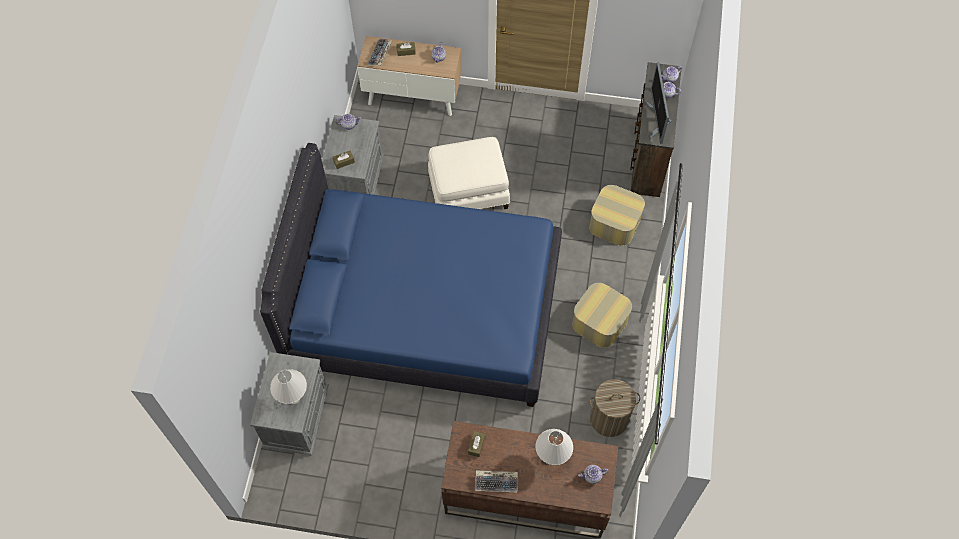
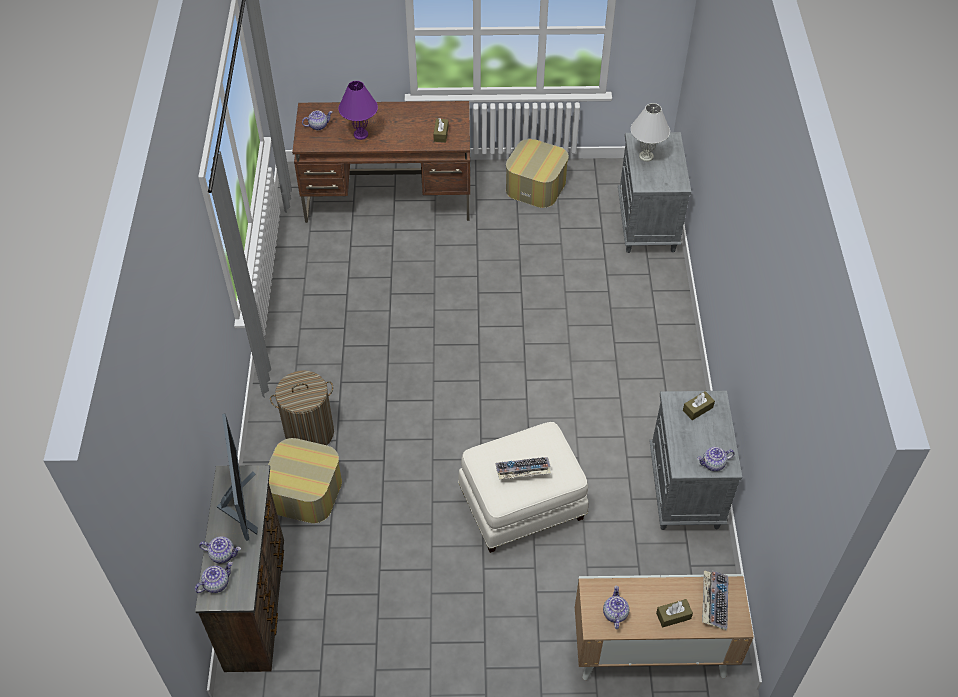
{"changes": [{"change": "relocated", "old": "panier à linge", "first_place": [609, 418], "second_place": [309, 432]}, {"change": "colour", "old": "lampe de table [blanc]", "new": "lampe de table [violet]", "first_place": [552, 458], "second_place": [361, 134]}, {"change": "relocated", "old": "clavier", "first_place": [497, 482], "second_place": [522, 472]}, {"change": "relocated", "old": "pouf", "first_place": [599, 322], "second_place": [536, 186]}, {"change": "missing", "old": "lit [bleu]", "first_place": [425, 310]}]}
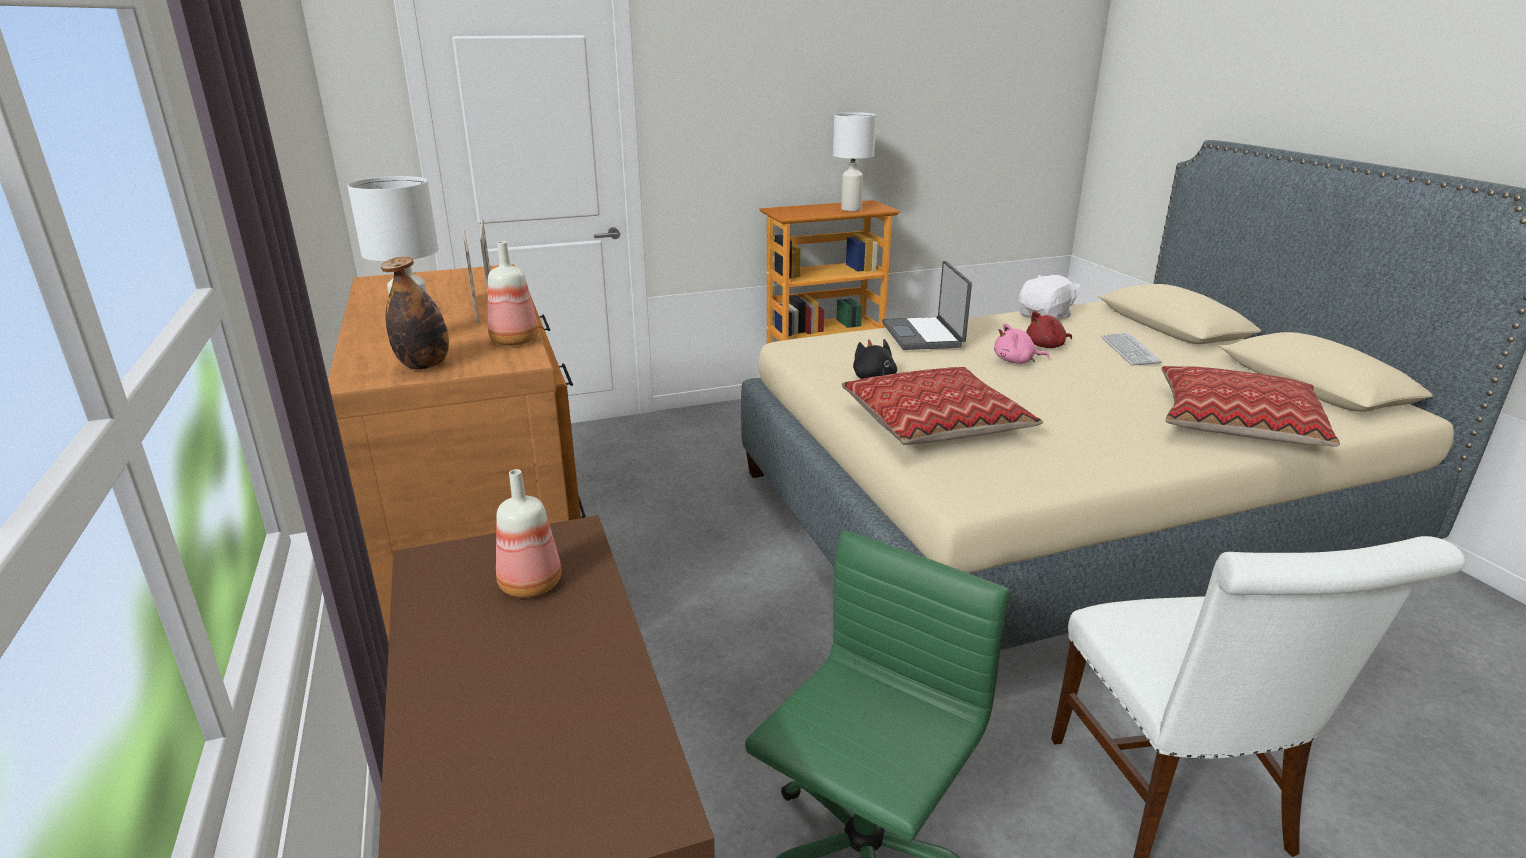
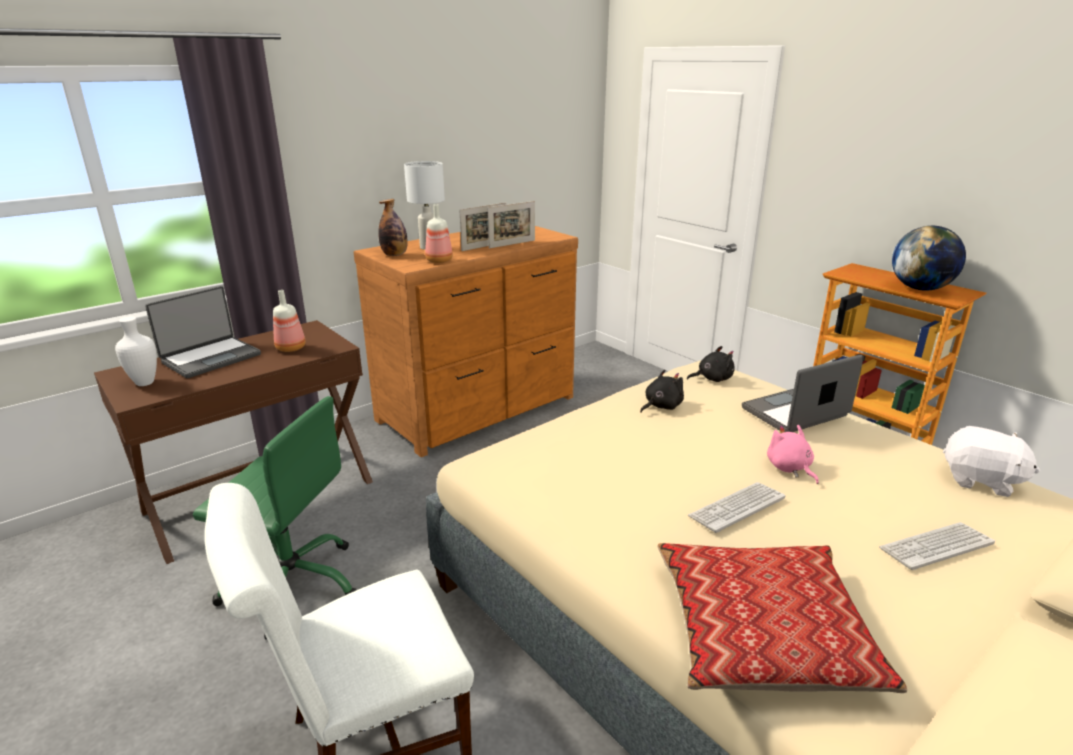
{"changes": [{"change": "appeared", "new": "vase [blanc]", "second_place": [146, 383]}, {"change": "appeared", "new": "ordinateur portable", "second_place": [210, 358]}, {"change": "appeared", "new": "peluche [noir]", "second_place": [712, 379]}, {"change": "appeared", "new": "clavier", "second_place": [737, 507]}, {"change": "exchanged", "old": "lampe de table [blanc]", "new": "globe", "first_place": [850, 209], "second_place": [920, 288]}, {"change": "missing", "old": "coussin", "first_place": [935, 423]}, {"change": "missing", "old": "peluche [rouge]", "first_place": [1047, 346]}]}
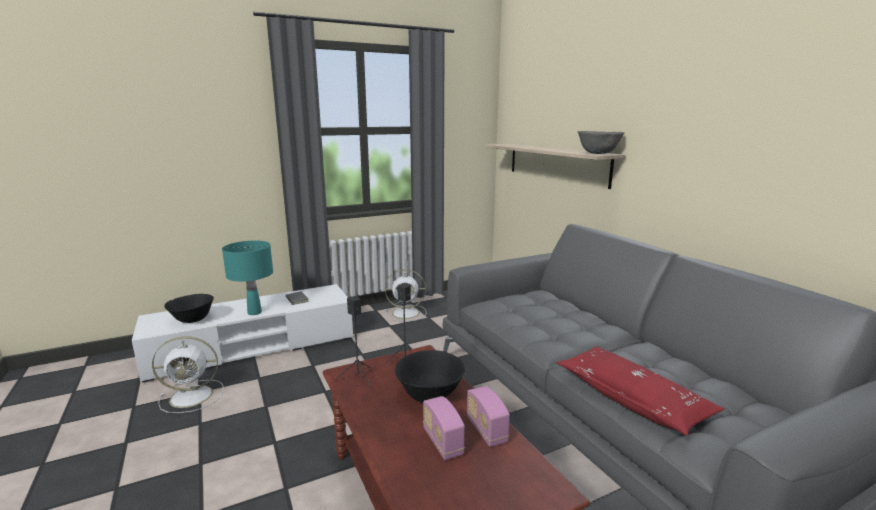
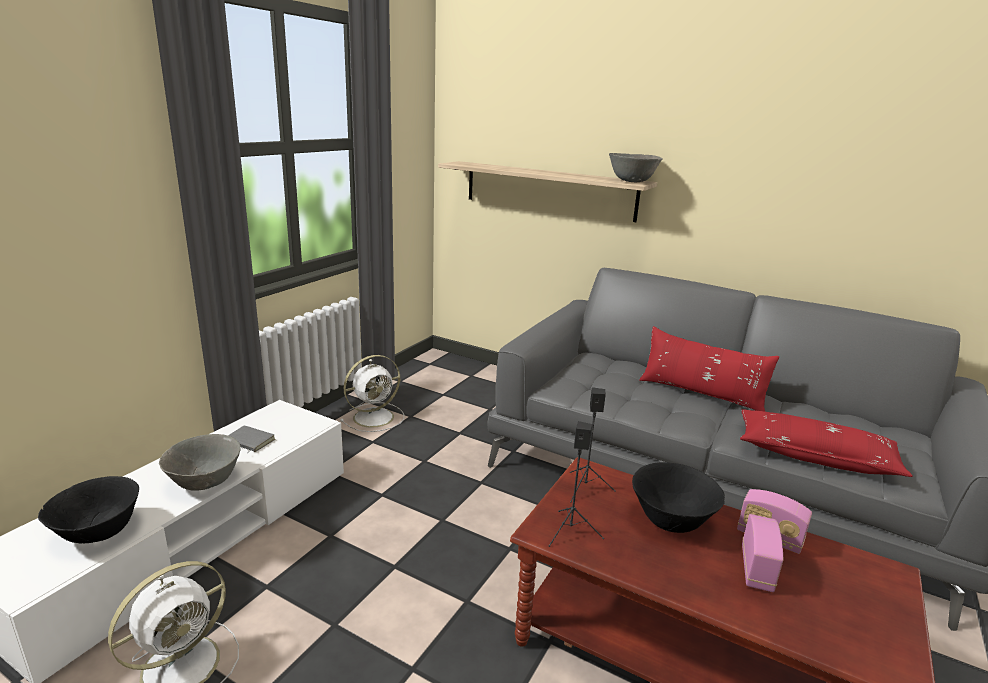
{"changes": [{"change": "exchanged", "old": "lampe de table [turquoise]", "new": "bol [gris]", "first_place": [254, 312], "second_place": [206, 483]}, {"change": "appeared", "new": "coussin [rouge]", "second_place": [701, 393]}, {"change": "spun", "old": "radio", "first_place": [442, 442], "second_place": [756, 569], "degrees": -105}]}
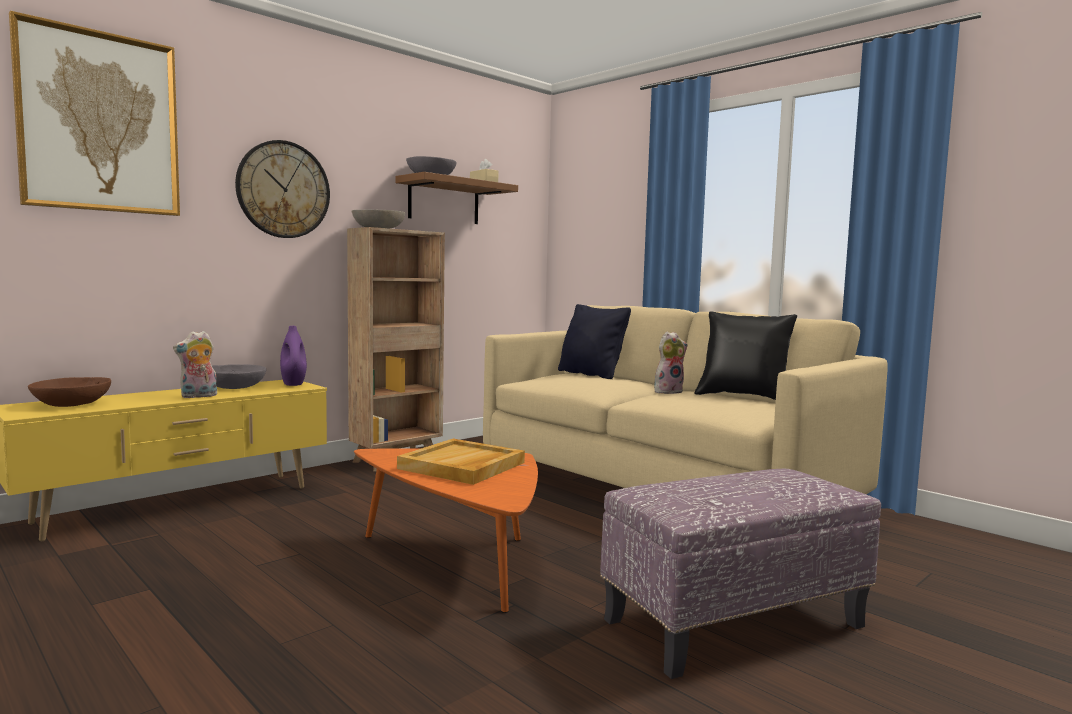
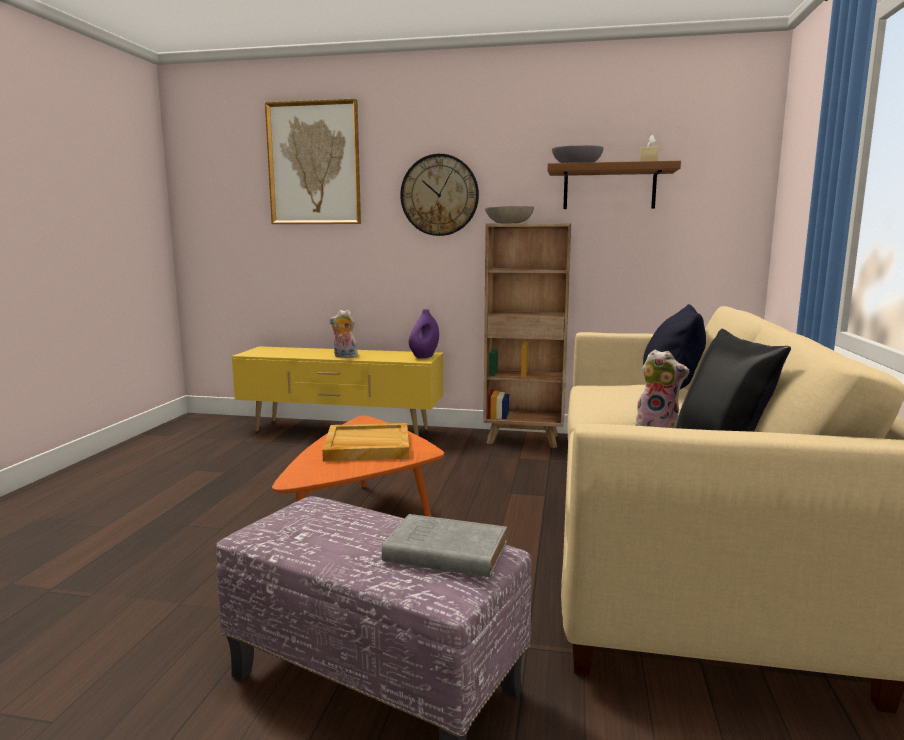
{"changes": [{"change": "appeared", "new": "livre [gris]", "second_place": [443, 552]}, {"change": "missing", "old": "bol [marron]", "first_place": [71, 404]}, {"change": "missing", "old": "bol [gris]", "first_place": [234, 387]}]}
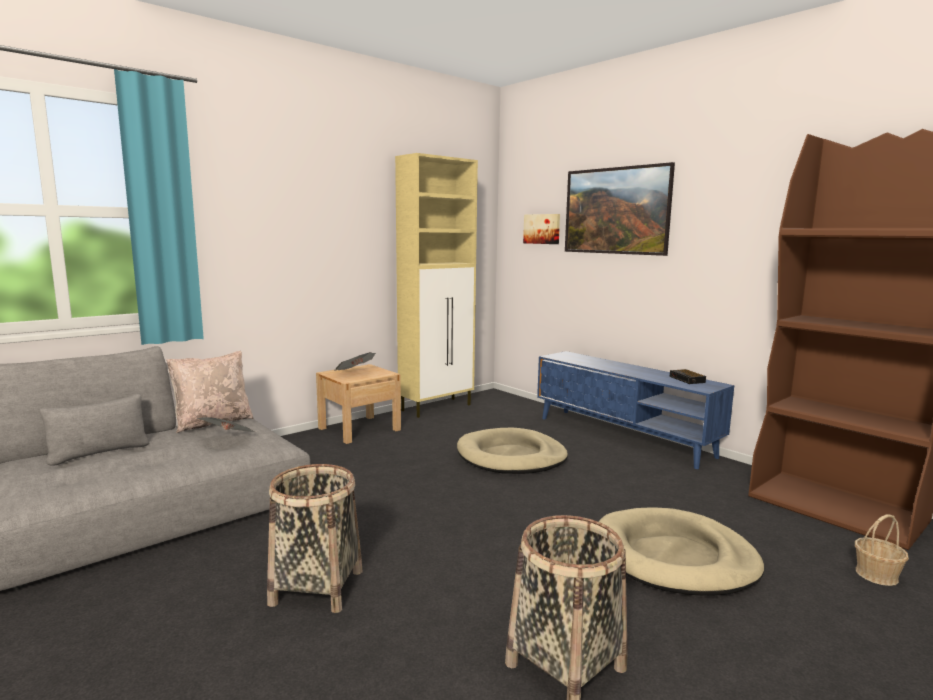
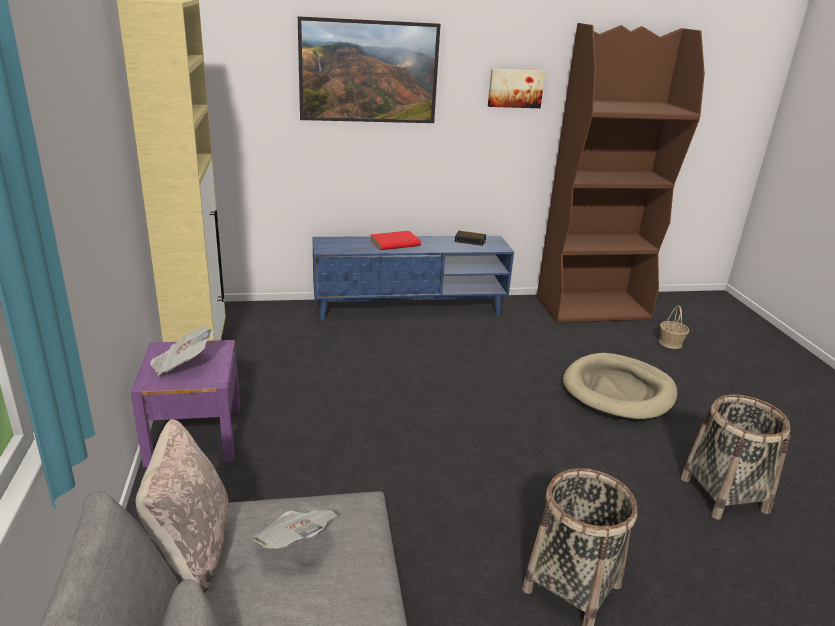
{"changes": [{"change": "colour", "old": "table de chevet [beige]", "new": "table de chevet [violet]", "first_place": [359, 429], "second_place": [194, 435]}, {"change": "appeared", "new": "livre [rouge]", "second_place": [394, 243]}, {"change": "relocated", "old": "tableau", "first_place": [542, 229], "second_place": [515, 88]}, {"change": "missing", "old": "panier pour chien [beige]", "first_place": [511, 456]}]}
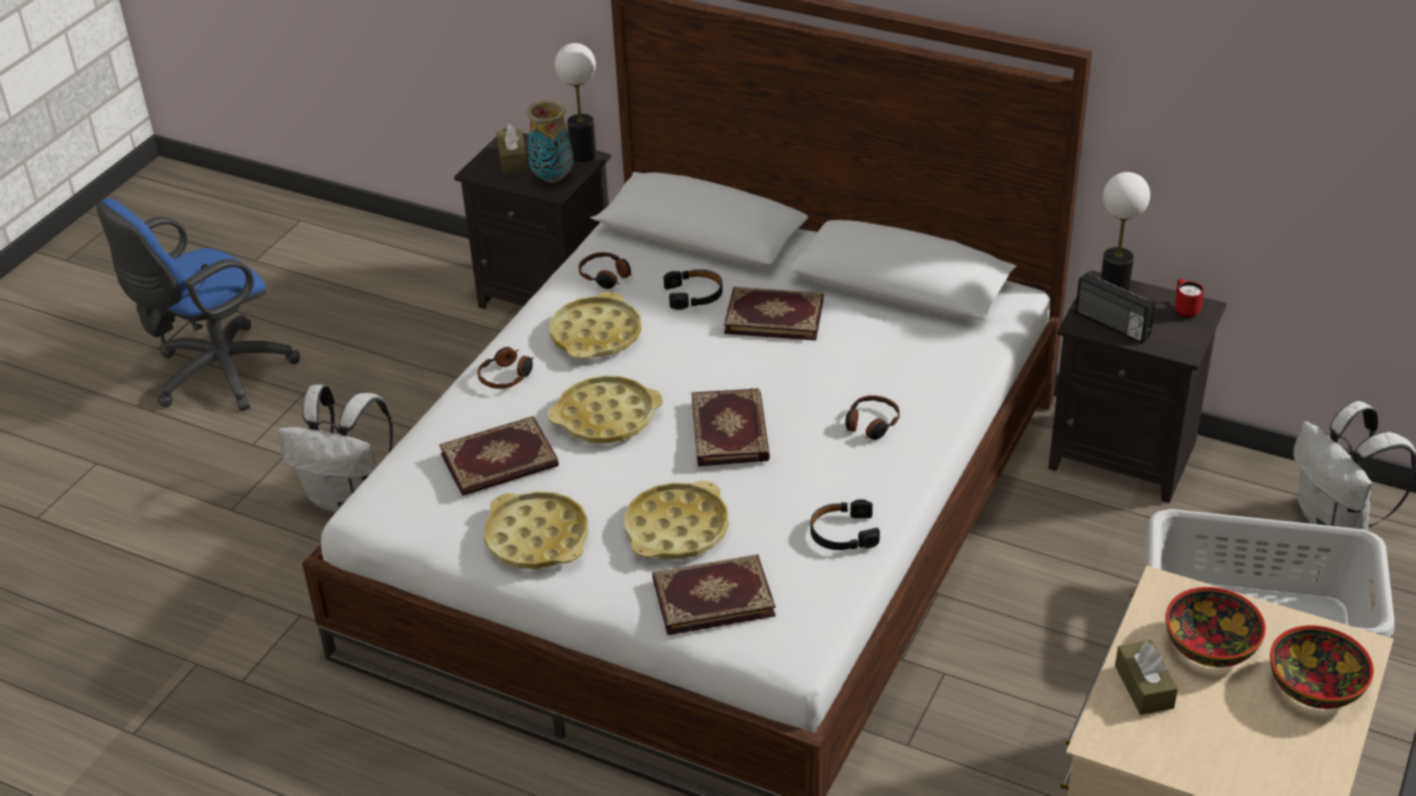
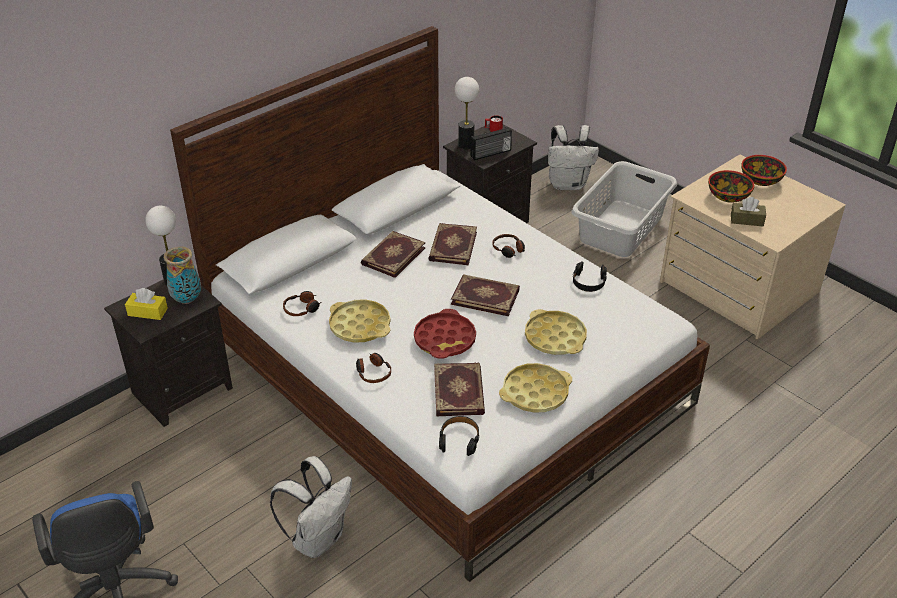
{"changes": [{"change": "colour", "old": "boîte à mouchoirs [marron]", "new": "boîte à mouchoirs [jaune]", "first_place": [513, 159], "second_place": [147, 312]}, {"change": "colour", "old": "plateau [jaune]", "new": "plateau [rouge]", "first_place": [606, 417], "second_place": [445, 339]}, {"change": "relocated", "old": "livre", "first_place": [713, 596], "second_place": [452, 246]}, {"change": "relocated", "old": "casque audio [noir]", "first_place": [694, 295], "second_place": [459, 439]}]}
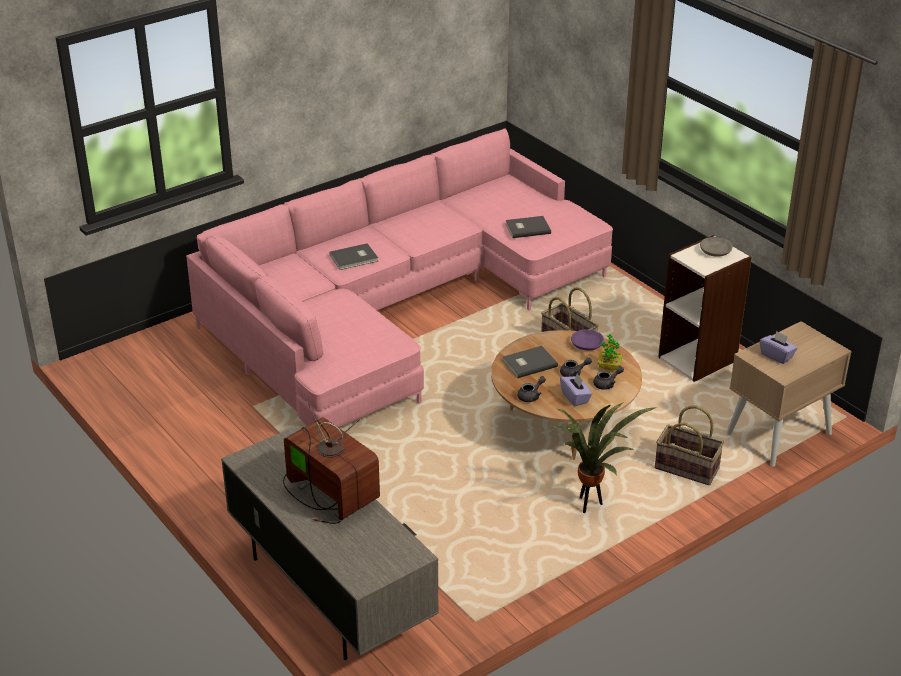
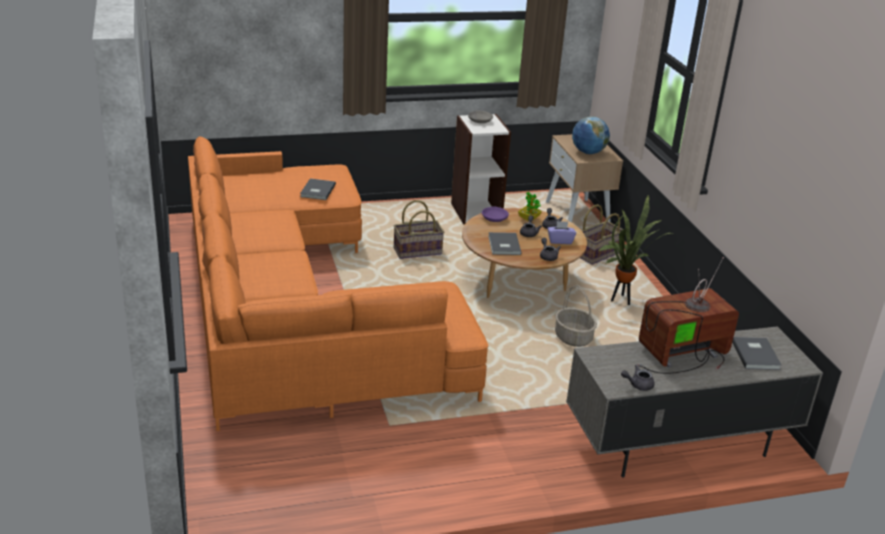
{"changes": [{"change": "colour", "old": "canapé [rose]", "new": "canapé [orange]", "first_place": [396, 308], "second_place": [295, 309]}, {"change": "appeared", "new": "panier", "second_place": [573, 338]}, {"change": "exchanged", "old": "boîte à mouchoirs [violet]", "new": "globe", "first_place": [776, 356], "second_place": [588, 152]}, {"change": "appeared", "new": "théière [gris]", "second_place": [637, 385]}, {"change": "relocated", "old": "livre [gris]", "first_place": [355, 258], "second_place": [756, 354]}]}
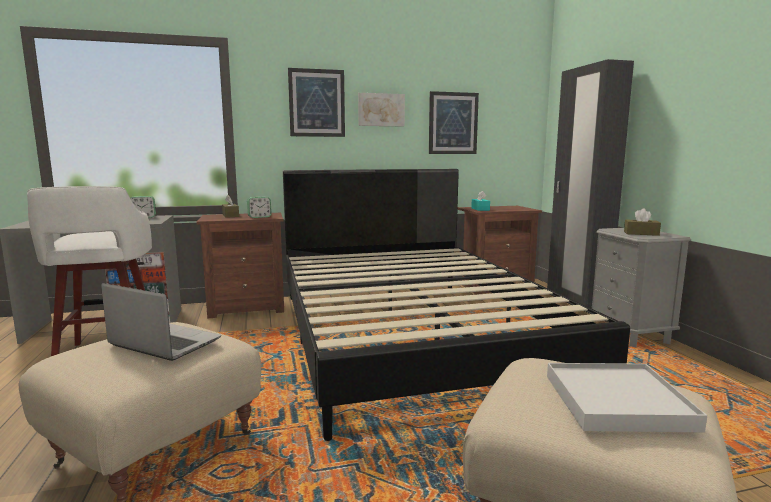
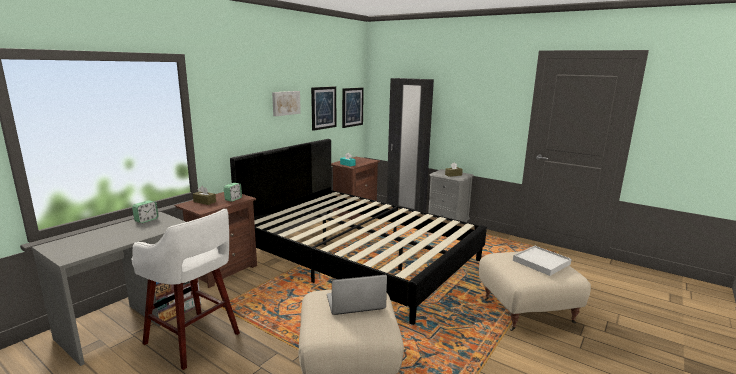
{"changes": [{"change": "relocated", "old": "tableau", "first_place": [316, 103], "second_place": [352, 107]}]}
